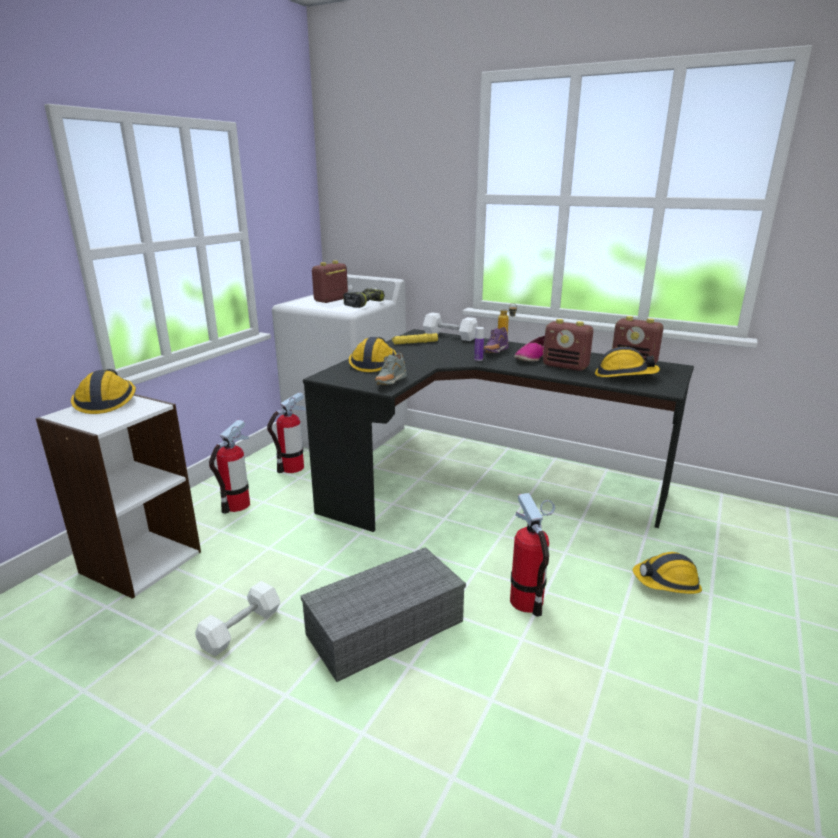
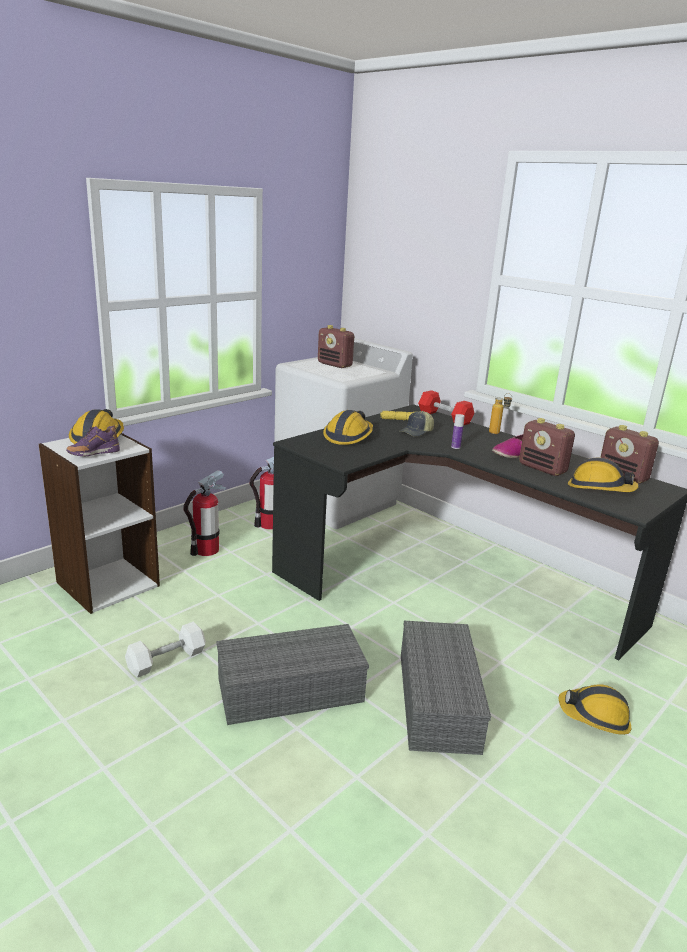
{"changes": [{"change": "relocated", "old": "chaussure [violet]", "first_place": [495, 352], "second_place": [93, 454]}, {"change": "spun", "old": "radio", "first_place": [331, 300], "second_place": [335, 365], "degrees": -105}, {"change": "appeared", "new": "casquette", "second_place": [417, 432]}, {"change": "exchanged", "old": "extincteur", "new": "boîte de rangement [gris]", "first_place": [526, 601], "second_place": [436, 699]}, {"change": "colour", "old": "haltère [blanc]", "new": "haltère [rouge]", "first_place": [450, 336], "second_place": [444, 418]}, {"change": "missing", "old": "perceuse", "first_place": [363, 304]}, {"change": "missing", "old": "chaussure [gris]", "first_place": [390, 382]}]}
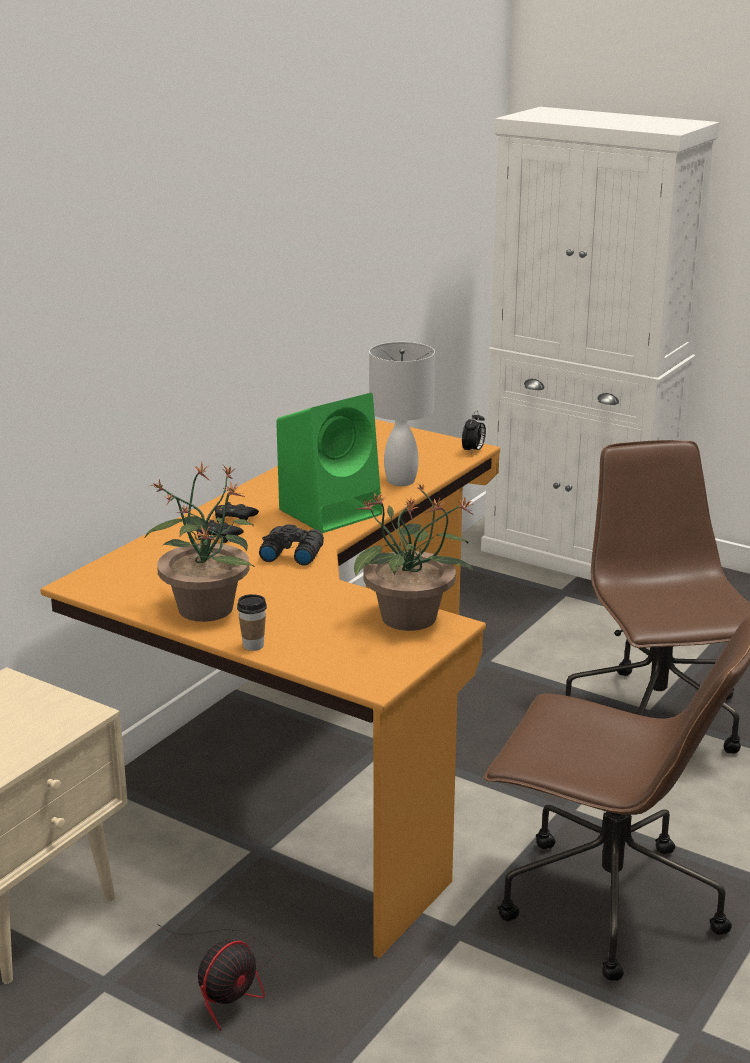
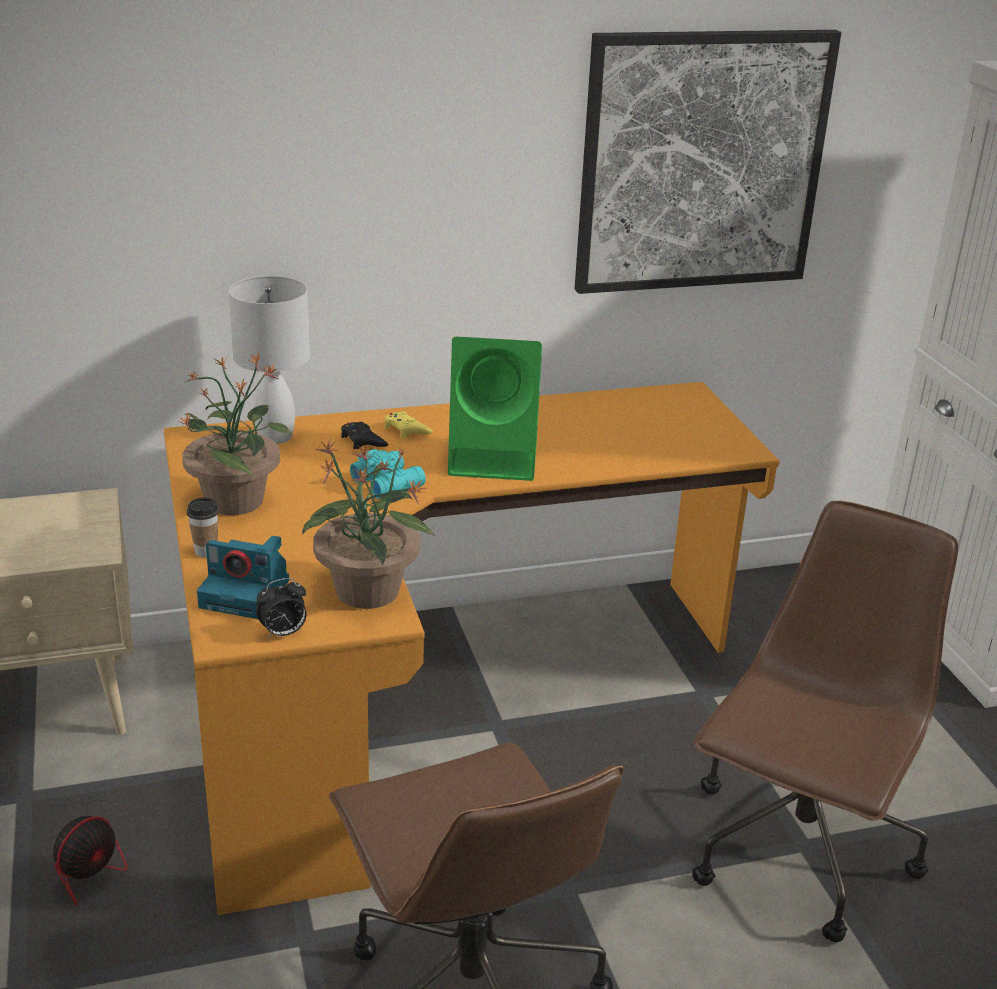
{"changes": [{"change": "spun", "old": "ventilateur", "first_place": [228, 983], "second_place": [92, 856], "degrees": -45}, {"change": "appeared", "new": "appareil photo", "second_place": [247, 594]}, {"change": "relocated", "old": "lampe de table [blanc]", "first_place": [401, 480], "second_place": [276, 436]}, {"change": "relocated", "old": "réveil", "first_place": [473, 451], "second_place": [283, 633]}, {"change": "colour", "old": "jumelles [noir]", "new": "jumelles [turquoise]", "first_place": [291, 554], "second_place": [388, 483]}, {"change": "colour", "old": "manette [noir]", "new": "manette [jaune]", "first_place": [234, 518], "second_place": [406, 430]}, {"change": "appeared", "new": "tableau", "second_place": [702, 162]}]}
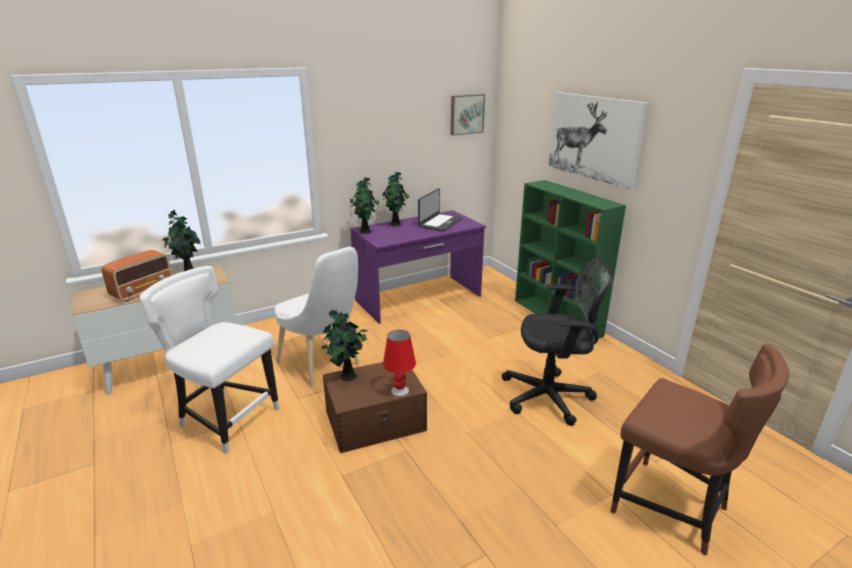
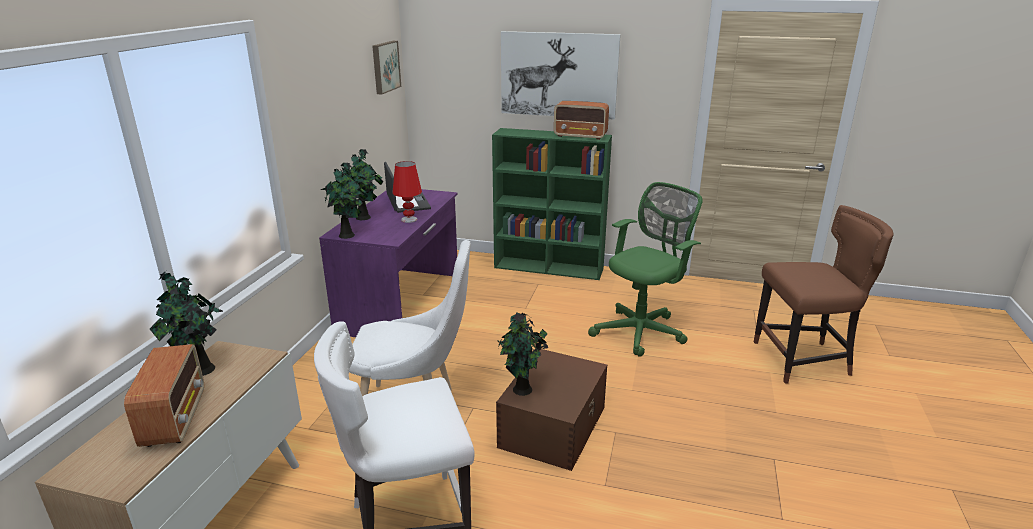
{"changes": [{"change": "relocated", "old": "lampe de table [rouge]", "first_place": [400, 391], "second_place": [409, 219]}, {"change": "appeared", "new": "radio", "second_place": [581, 136]}, {"change": "colour", "old": "chaise de bureau [noir]", "new": "chaise de bureau [vert]", "first_place": [551, 397], "second_place": [642, 331]}]}
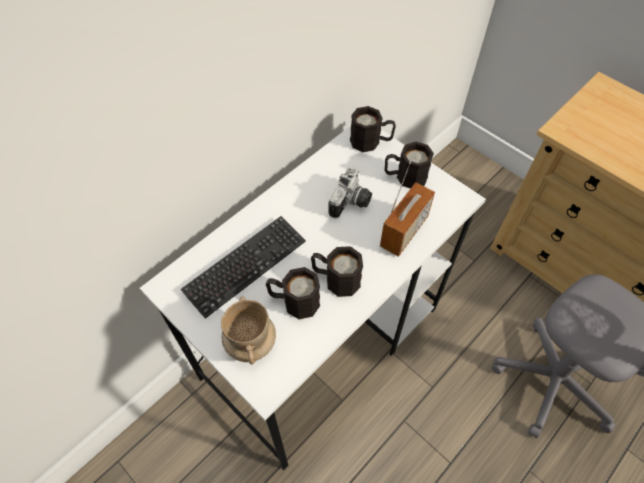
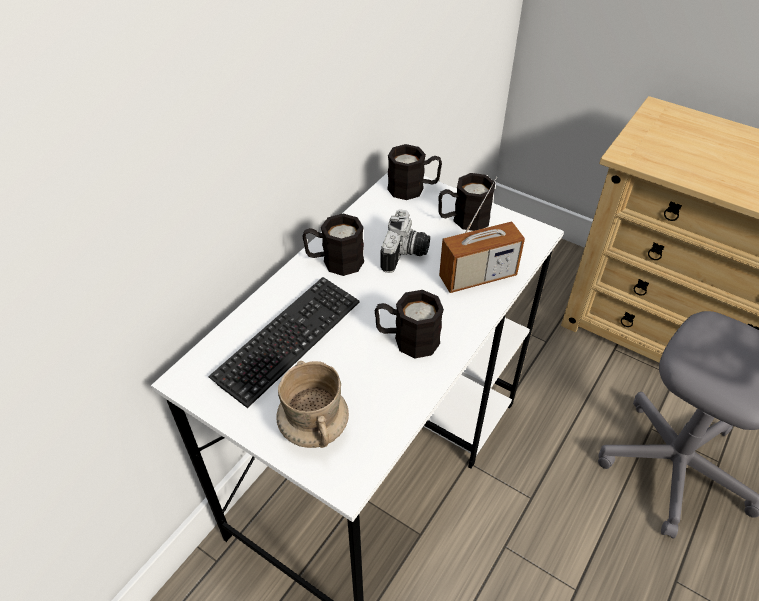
{"changes": [{"change": "relocated", "old": "mug [noir]", "first_place": [294, 301], "second_place": [334, 261]}, {"change": "spun", "old": "radio", "first_place": [404, 232], "second_place": [477, 277], "degrees": 45}]}
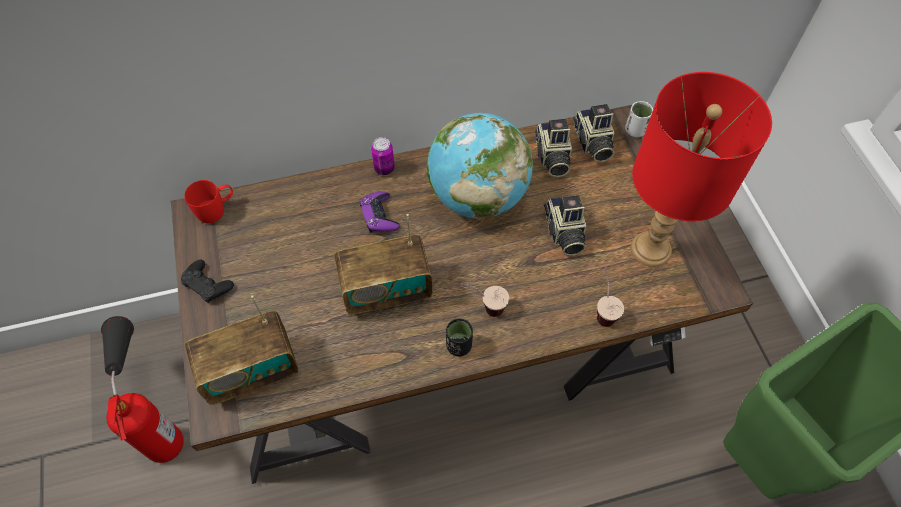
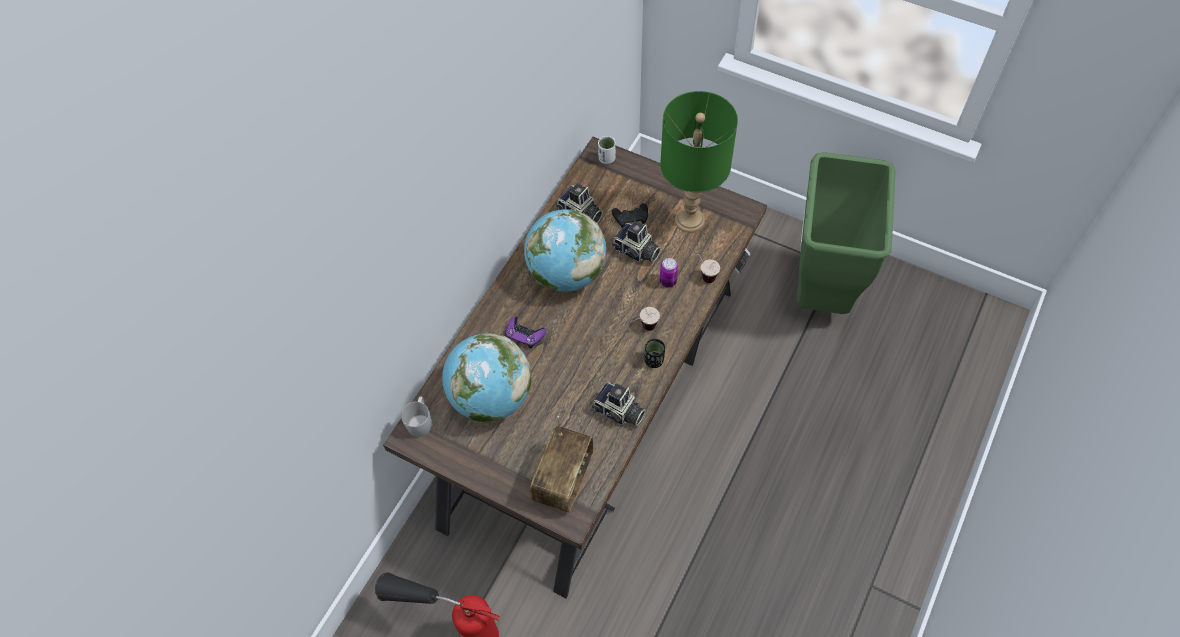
{"changes": [{"change": "colour", "old": "mug [rouge]", "new": "mug [blanc]", "first_place": [216, 209], "second_place": [421, 421]}, {"change": "appeared", "new": "globe", "second_place": [491, 398]}, {"change": "relocated", "old": "appareil photo", "first_place": [592, 143], "second_place": [619, 412]}, {"change": "relocated", "old": "manette [noir]", "first_place": [207, 284], "second_place": [631, 217]}, {"change": "colour", "old": "lampe de table [rouge]", "new": "lampe de table [vert]", "first_place": [650, 249], "second_place": [689, 220]}, {"change": "relocated", "old": "boîte métallique", "first_place": [384, 168], "second_place": [668, 281]}, {"change": "missing", "old": "radio", "first_place": [386, 291]}]}
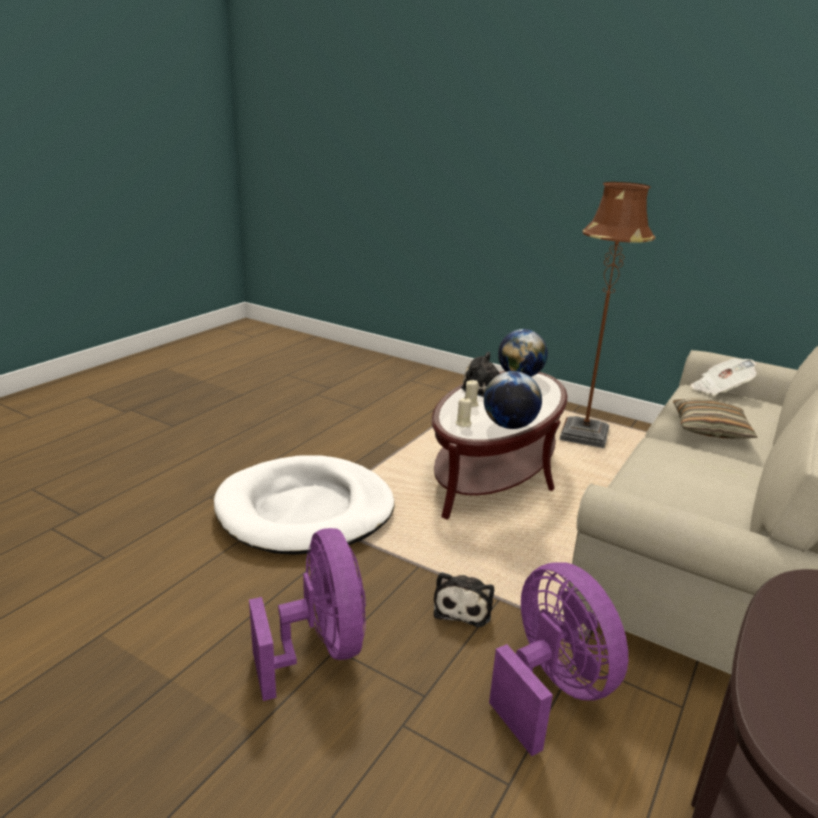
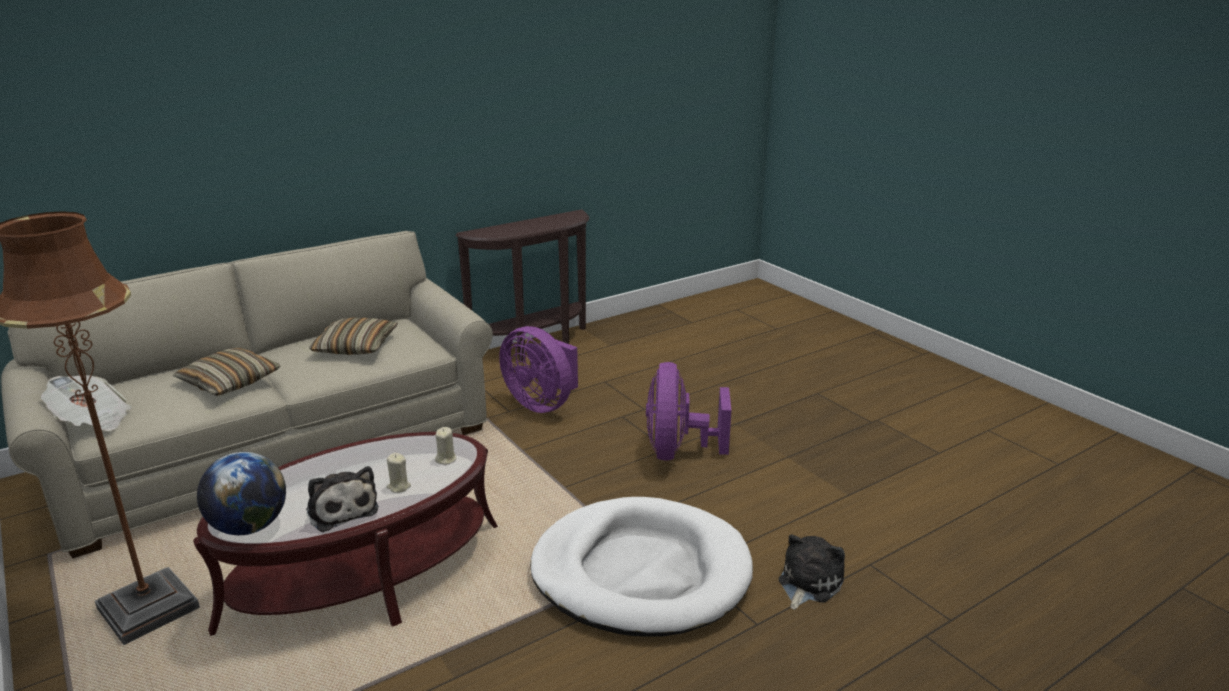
{"changes": [{"change": "appeared", "new": "coussin", "second_place": [356, 346]}, {"change": "spun", "old": "ventilateur [violet]", "first_place": [551, 689], "second_place": [542, 403], "degrees": -45}, {"change": "relocated", "old": "peluche", "first_place": [463, 606], "second_place": [808, 583]}, {"change": "missing", "old": "globe", "first_place": [509, 426]}]}
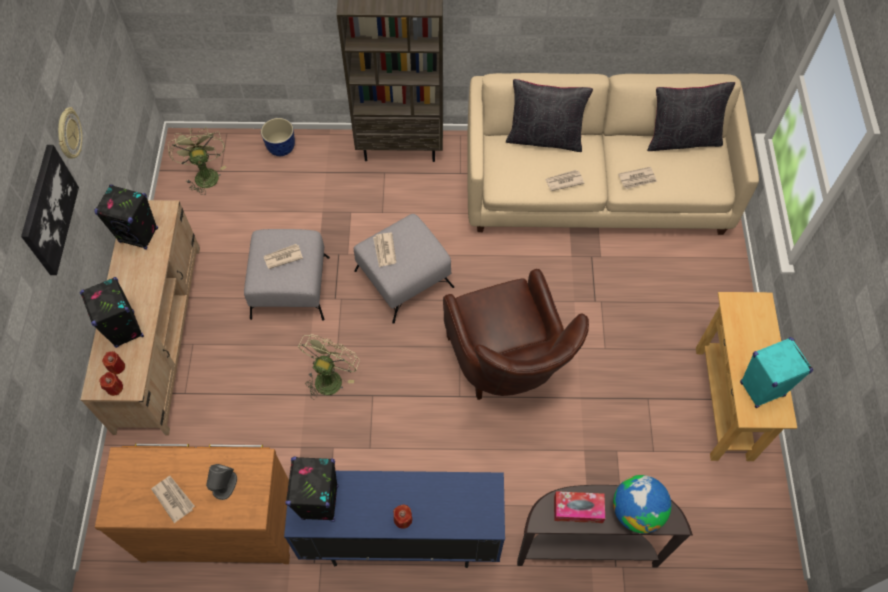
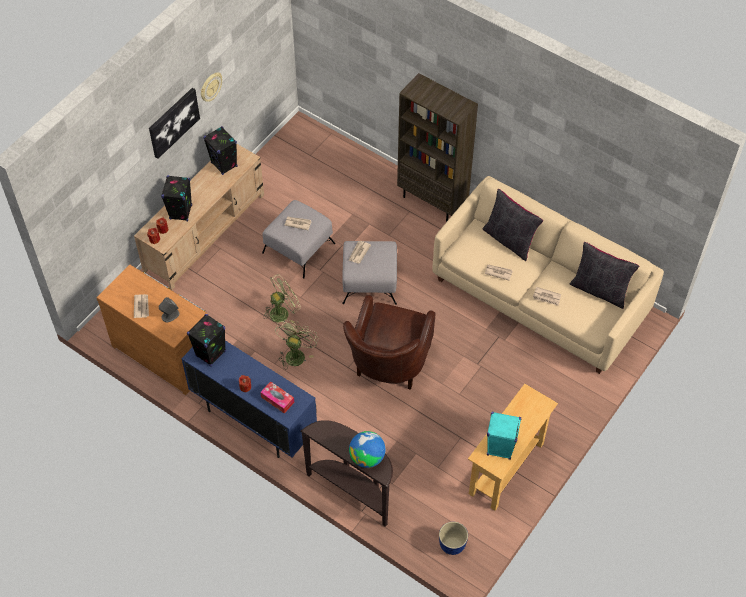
{"changes": [{"change": "relocated", "old": "boîte à mouchoirs", "first_place": [578, 509], "second_place": [277, 400]}, {"change": "relocated", "old": "ventilateur [vert]", "first_place": [204, 174], "second_place": [295, 354]}, {"change": "relocated", "old": "cache-pot", "first_place": [281, 148], "second_place": [452, 545]}]}
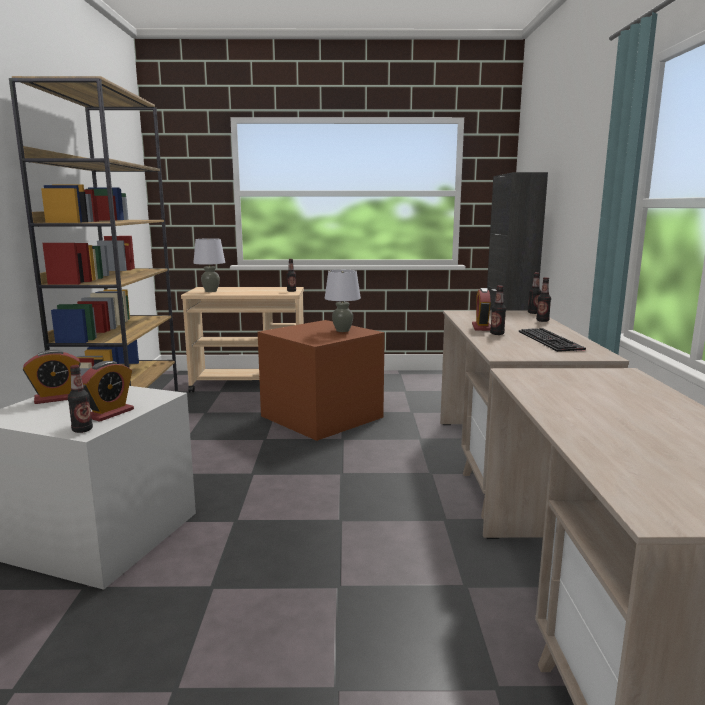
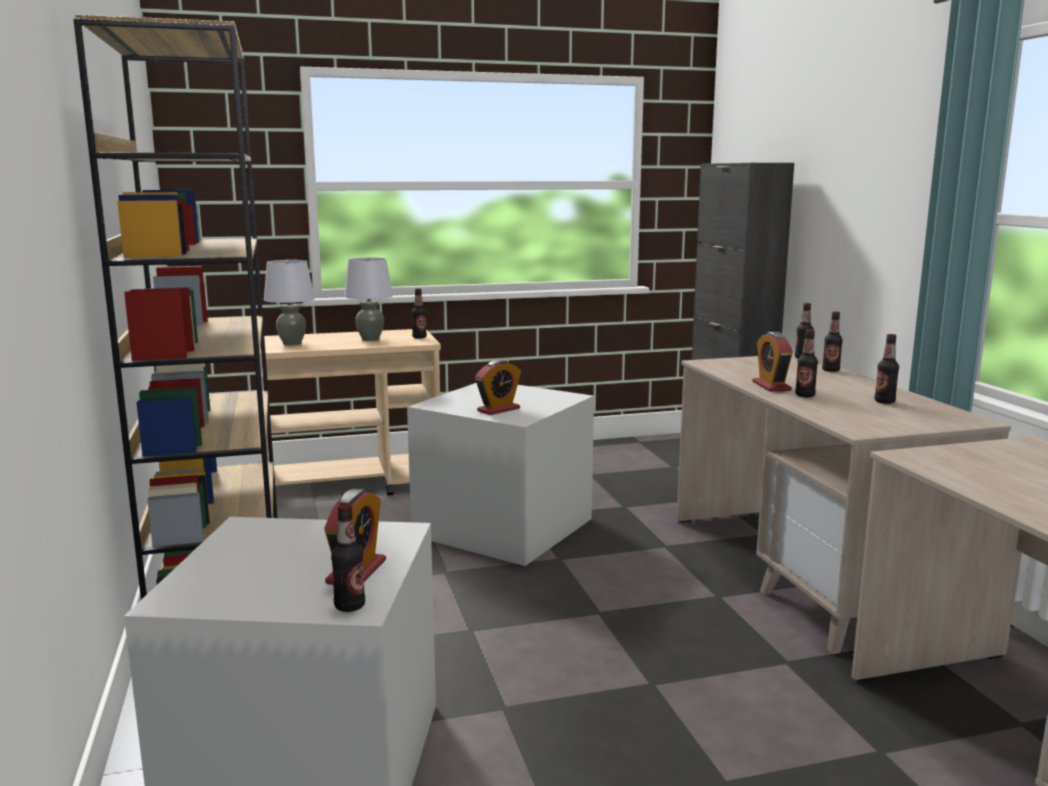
{"changes": [{"change": "relocated", "old": "lampe de table [gris]", "first_place": [342, 330], "second_place": [370, 339]}, {"change": "colour", "old": "boîte de rangement [marron]", "new": "boîte de rangement [gris]", "first_place": [322, 416], "second_place": [503, 526]}, {"change": "relocated", "old": "réveil", "first_place": [56, 398], "second_place": [498, 409]}, {"change": "exchanged", "old": "clavier", "new": "bouteille", "first_place": [551, 340], "second_place": [884, 402]}]}
